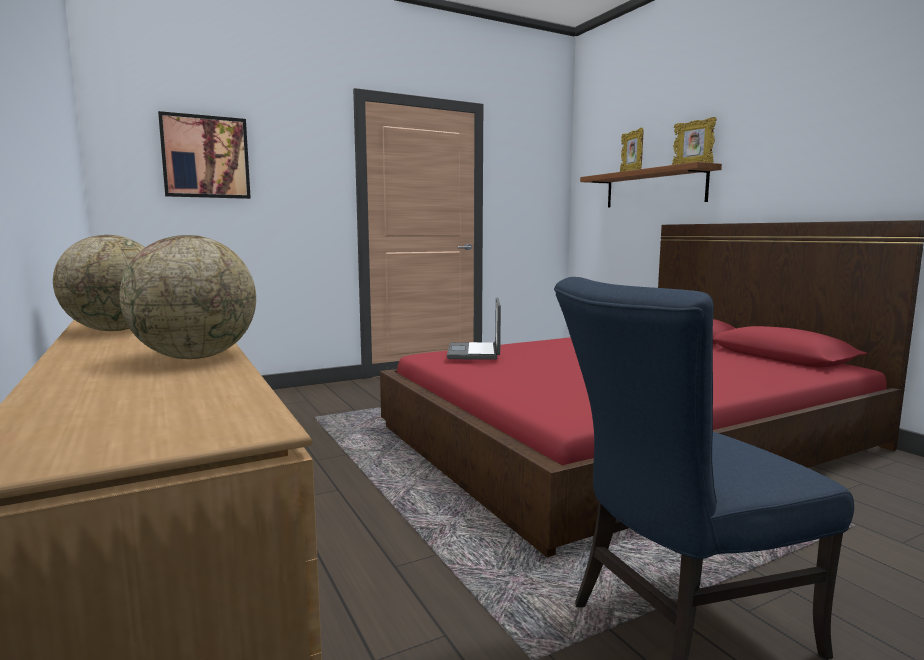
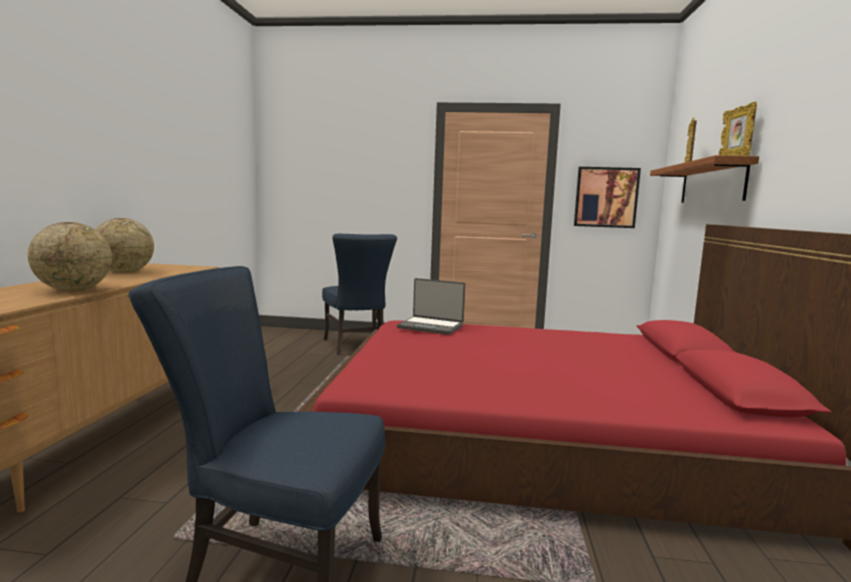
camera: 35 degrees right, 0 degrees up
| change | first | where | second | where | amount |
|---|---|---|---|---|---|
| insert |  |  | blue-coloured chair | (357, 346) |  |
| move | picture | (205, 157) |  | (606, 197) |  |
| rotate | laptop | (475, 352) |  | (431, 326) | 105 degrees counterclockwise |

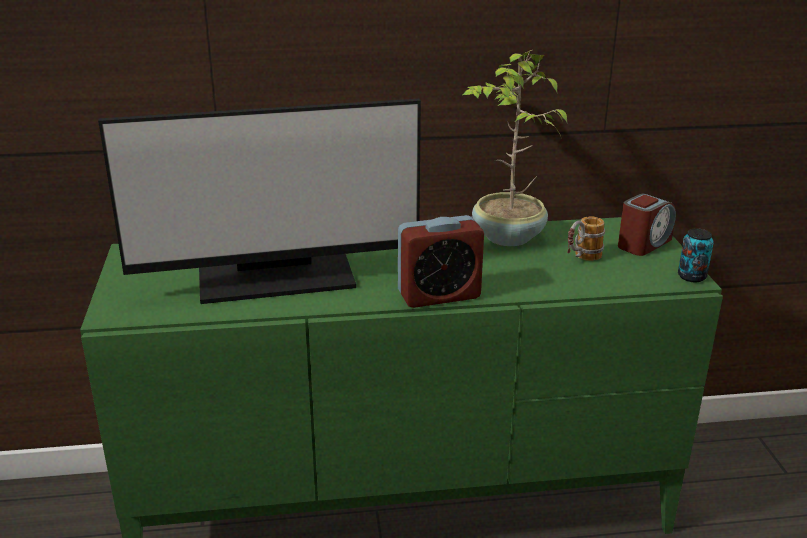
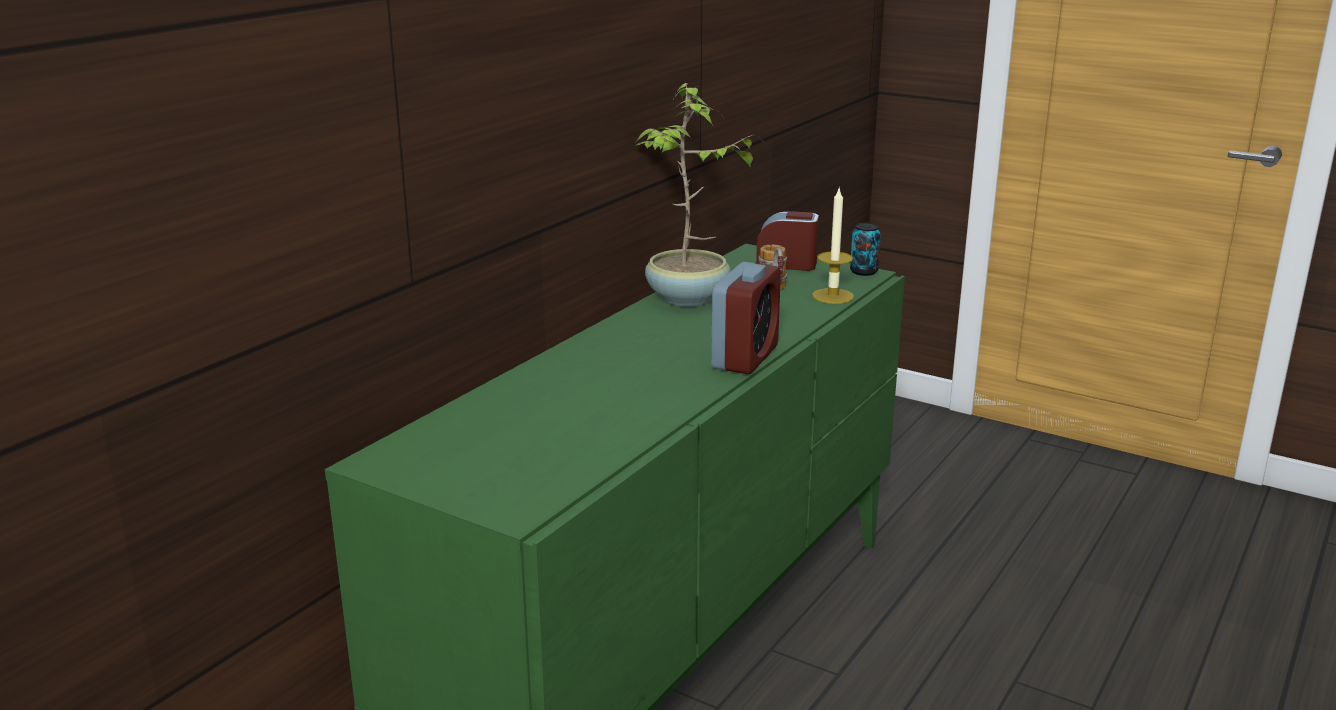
camera: 50 degrees left, 5 degrees down
| change | first | where | second | where | amount |
|---|---|---|---|---|---|
| delete | monitor | (276, 276) |  |  |  |
| insert |  |  | wax candle | (833, 296) |  |
| rotate | alarm clock | (644, 243) |  | (786, 264) | 75 degrees counterclockwise |

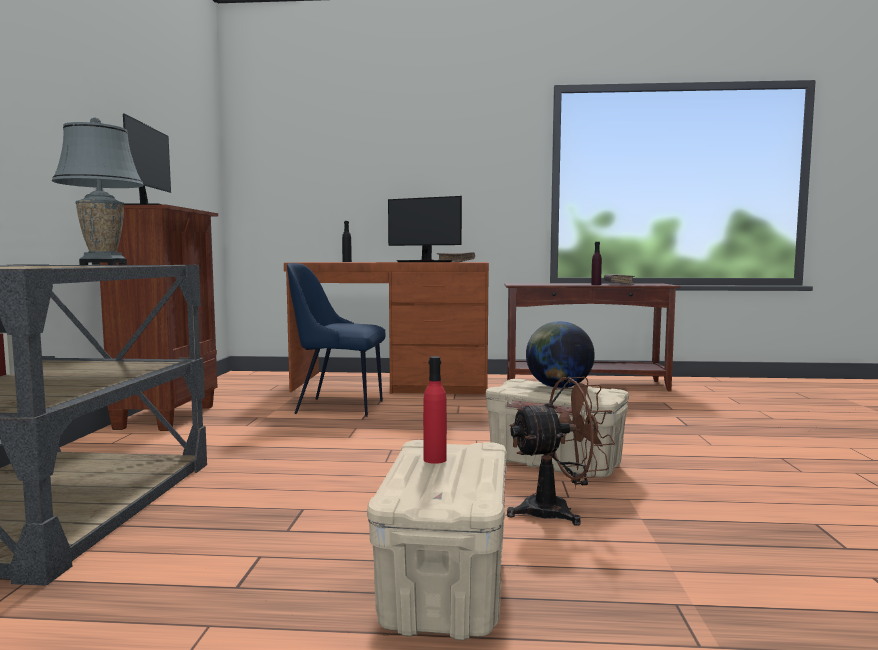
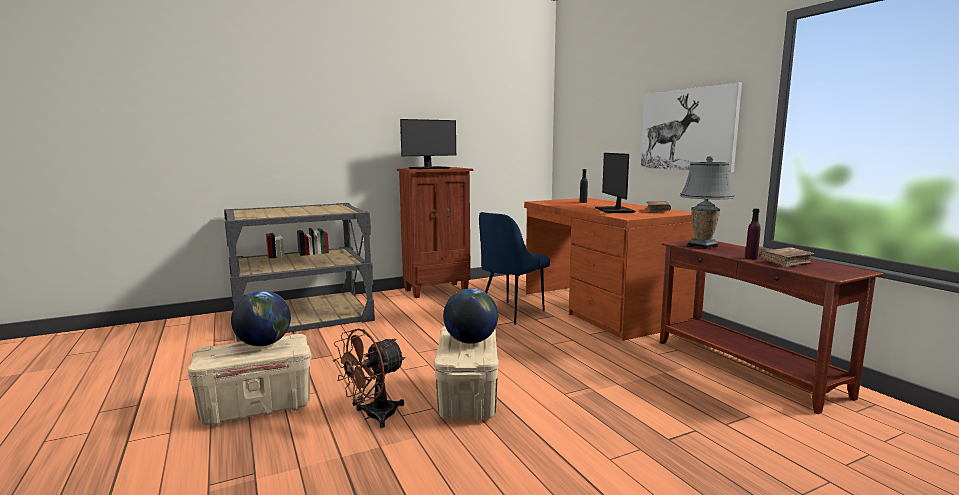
camera: 60 degrees right, 5 degrees up
| change | first | where | second | where | amount |
|---|---|---|---|---|---|
| insert |  |  | picture | (687, 130) |  |
| move | greyish tabletop lamp | (103, 264) |  | (702, 246) |  |
| replace | red drink bottle | (435, 459) | world globe | (264, 344) |  |
| rotate | blue-coloured chair | (339, 407) |  | (511, 313) | 120 degrees counterclockwise |
| rotate | brown-coloured electric fan | (558, 511) |  | (373, 416) | 90 degrees clockwise |

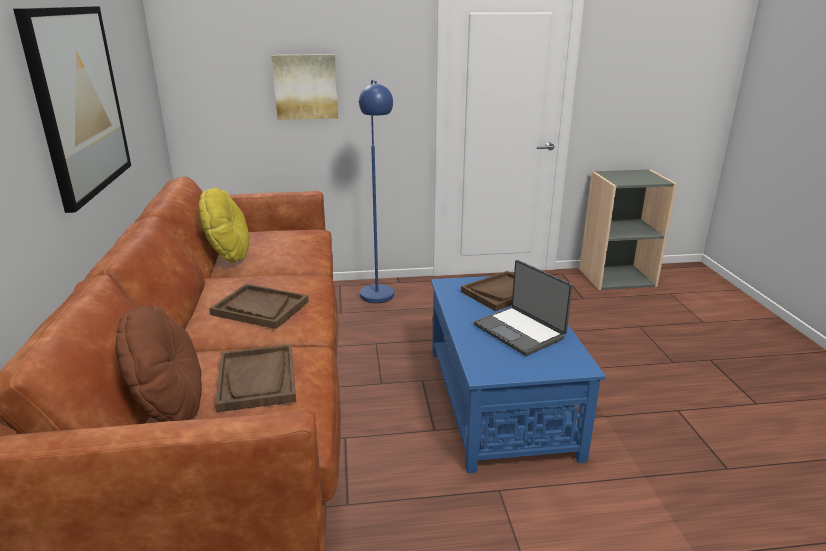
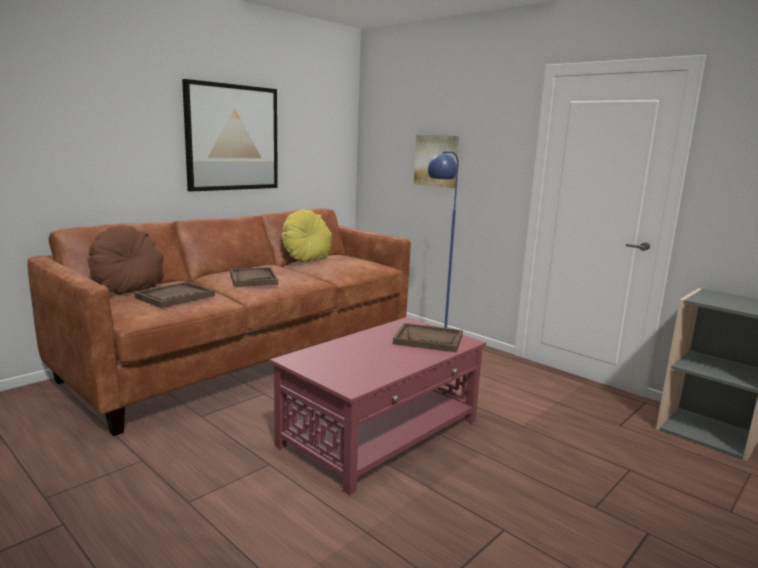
camera: 50 degrees right, 10 degrees down
| change | first | where | second | where | amount |
|---|---|---|---|---|---|
| delete | laptop | (520, 331) |  |  |  |
| recolor | blue-coloured coffee table | (499, 399) | red coffee table | (382, 432) |  |

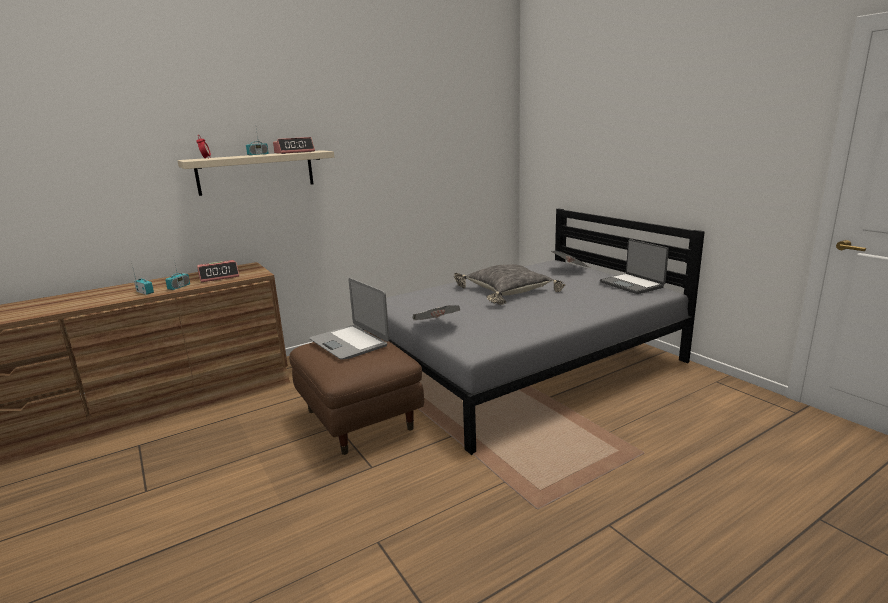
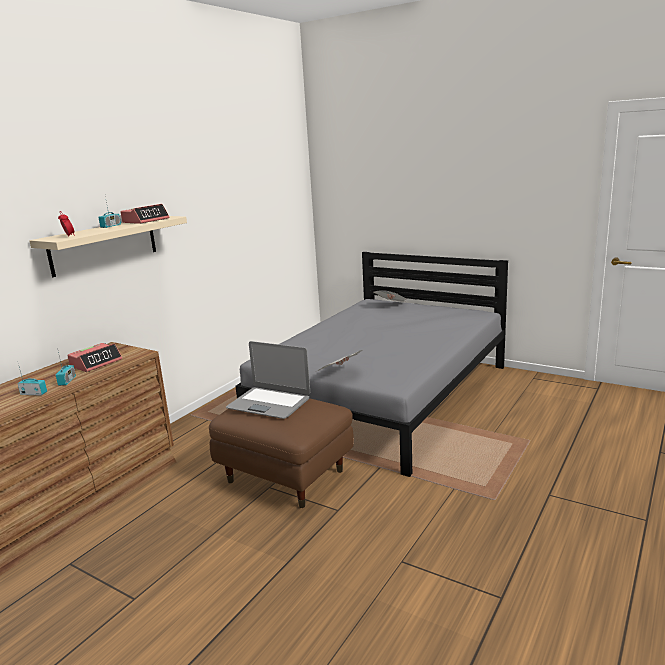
camera: 25 degrees left, 0 degrees up
| change | first | where | second | where | amount |
|---|---|---|---|---|---|
| delete | pillow | (508, 289) |  |  |  |
| delete | laptop | (632, 284) |  |  |  |

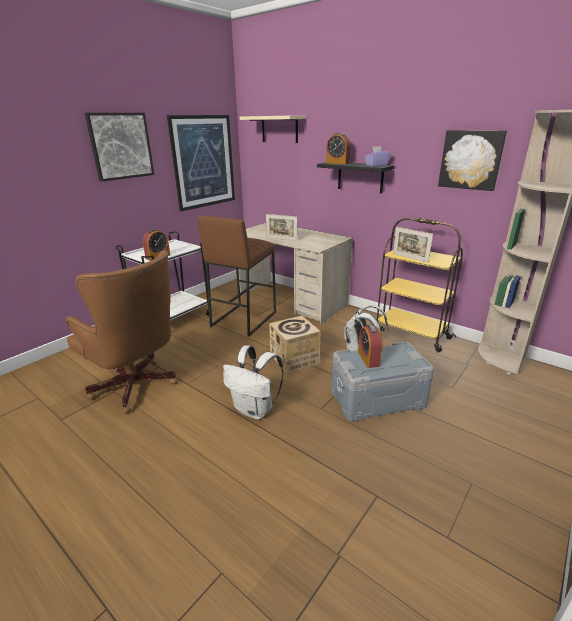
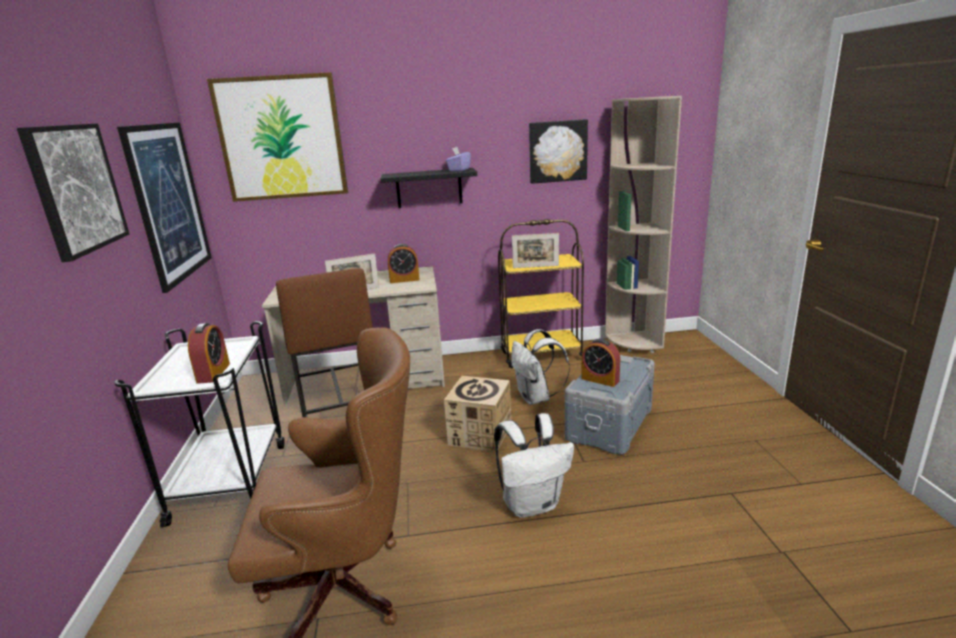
camera: 45 degrees left, 5 degrees down
| change | first | where | second | where | amount |
|---|---|---|---|---|---|
| move | alarm clock | (337, 163) |  | (404, 280) |  |
| replace | sand-coloured bracket shelf | (279, 129) | picture | (281, 138) |  |

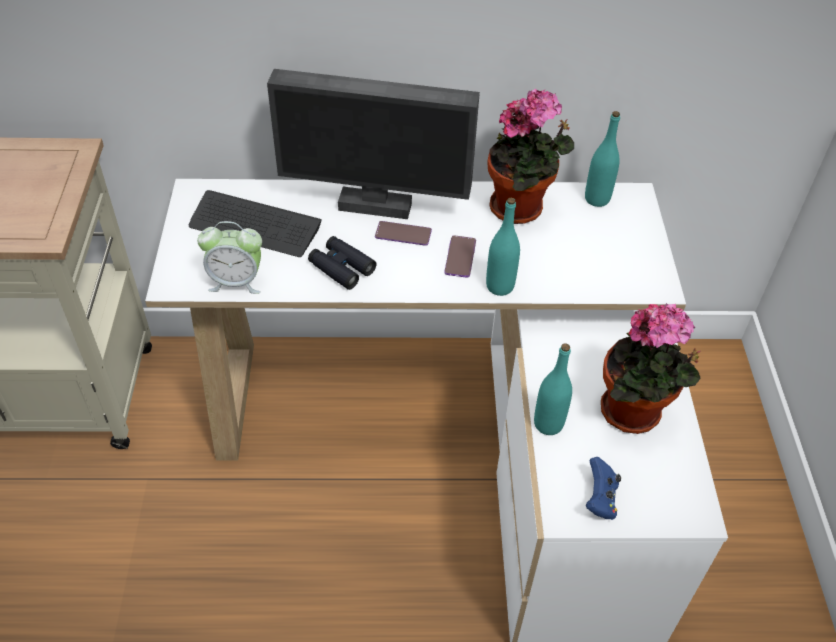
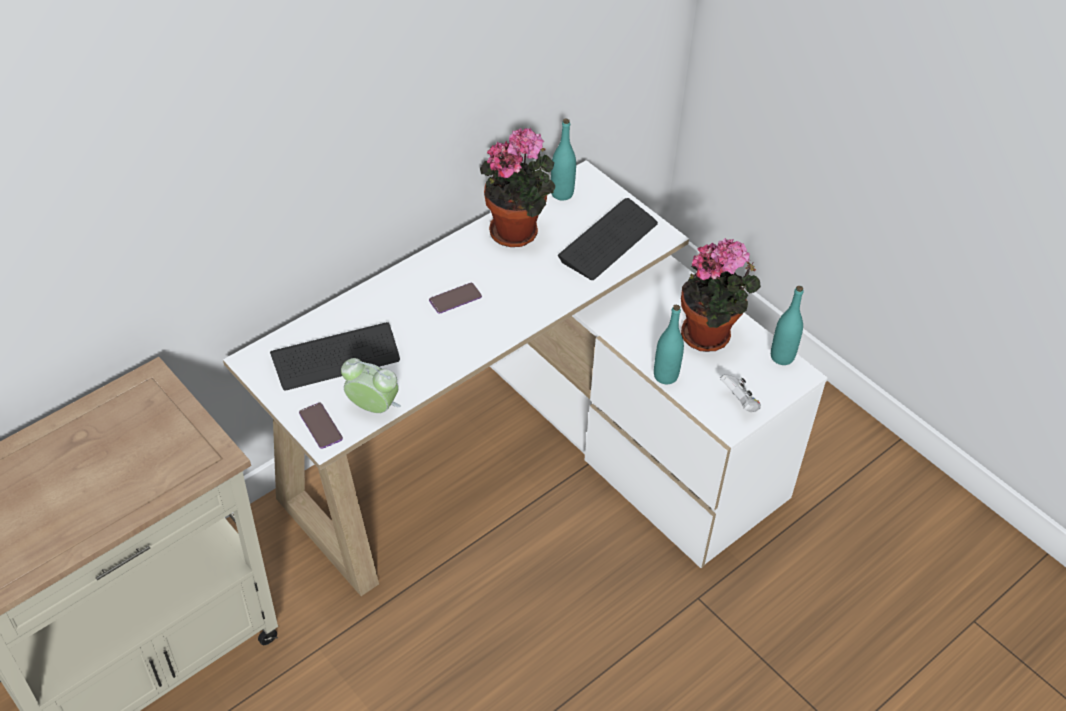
camera: 40 degrees left, 0 degrees up
| change | first | where | second | where | amount |
|---|---|---|---|---|---|
| delete | monitor | (375, 205) |  |  |  |
| delete | black-coloured pair of binoculars | (341, 267) |  |  |  |
| insert |  |  | PC keyboard | (608, 241) |  |
| move | handset | (460, 257) |  | (320, 426) |  |
| move | turquoise drink bottle | (500, 286) |  | (782, 357) |  |
| recolor | blue-coloured joypad | (600, 499) | white joypad | (740, 402) |  |
| rotate | alarm clock | (236, 281) |  | (373, 407) | 120 degrees counterclockwise |

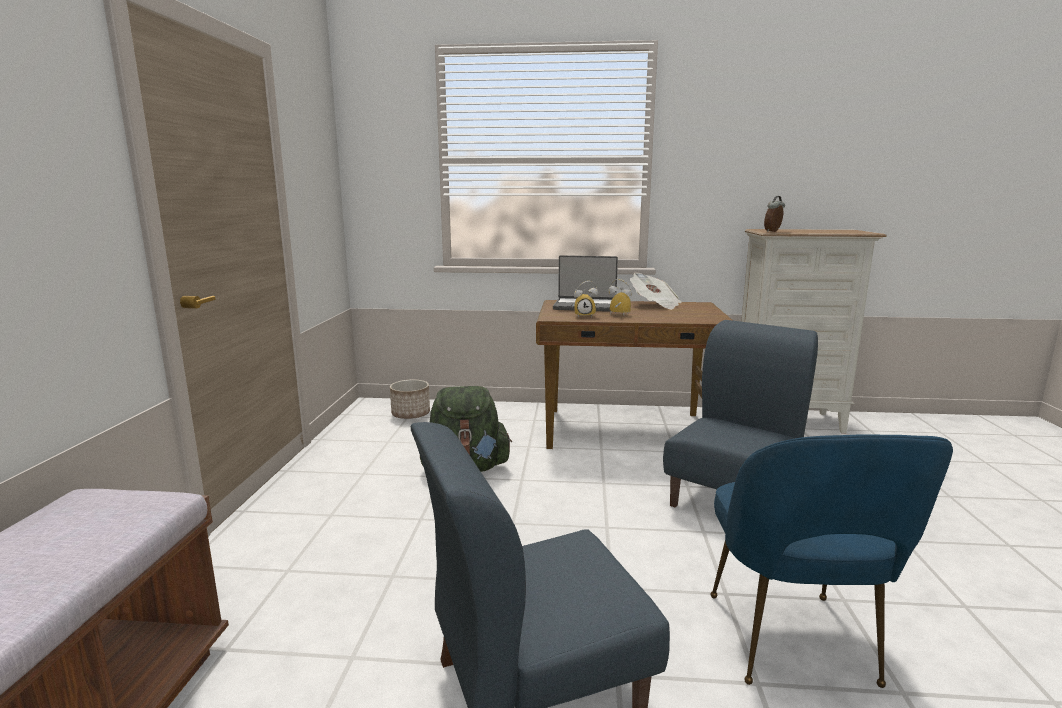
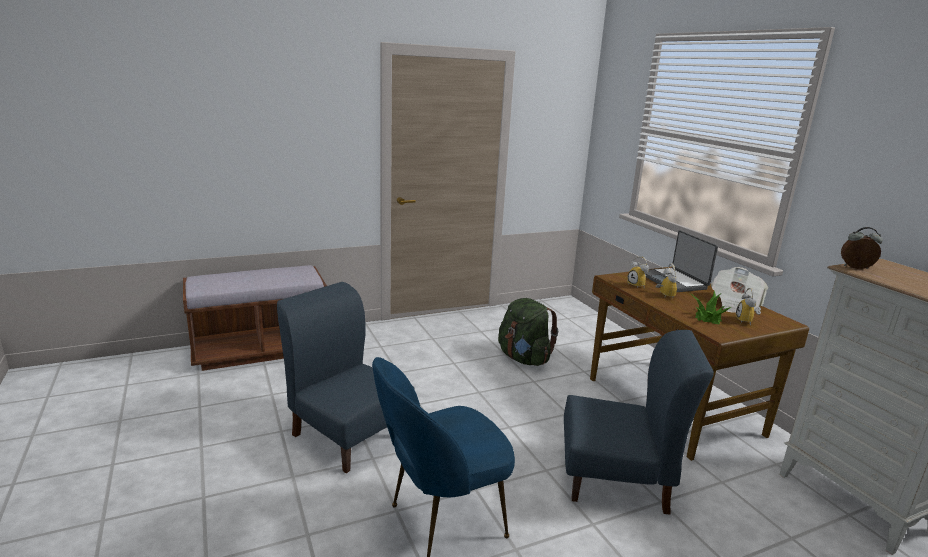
camera: 60 degrees right, 5 degrees up
| change | first | where | second | where | amount |
|---|---|---|---|---|---|
| delete | plant pot | (410, 414) |  |  |  |
| insert |  |  | plant in a pot | (708, 317) |  |
| insert |  |  | alarm clock | (747, 322) |  |

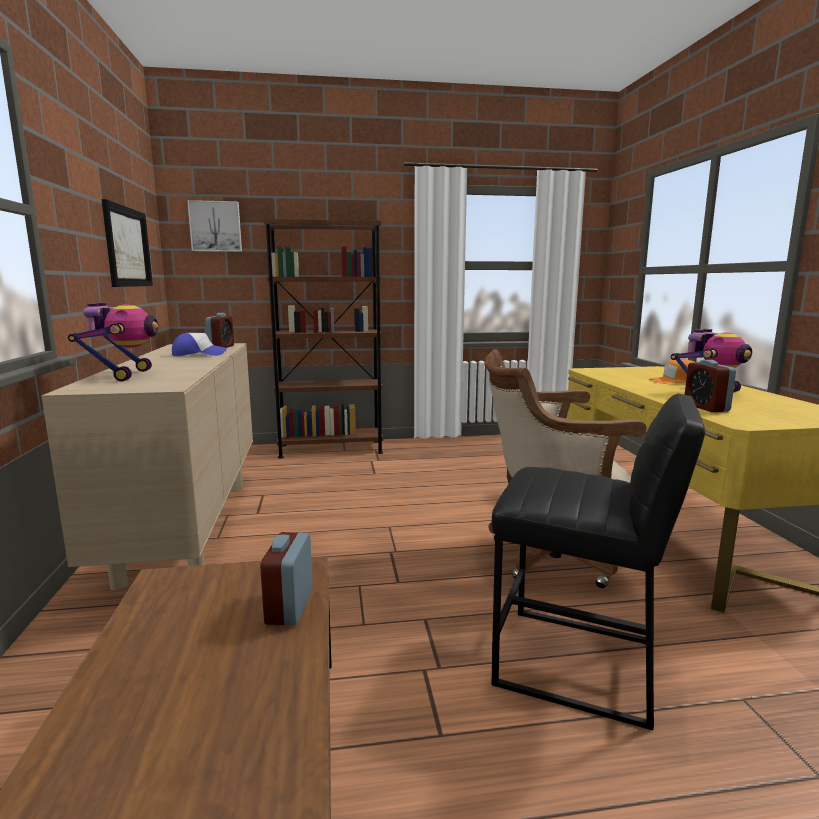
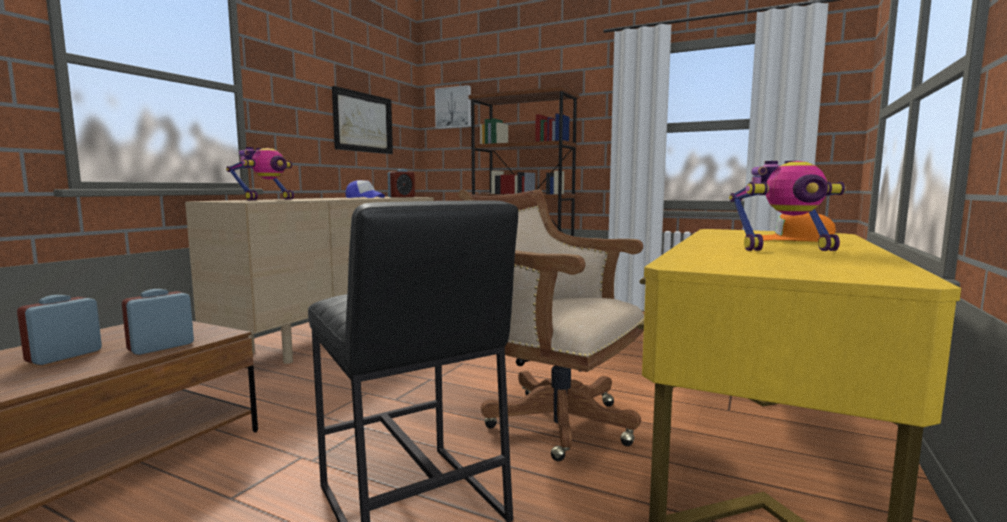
camera: 35 degrees right, 5 degrees down
| change | first | where | second | where | amount |
|---|---|---|---|---|---|
| move | alarm clock | (706, 407) |  | (64, 356) |  |

